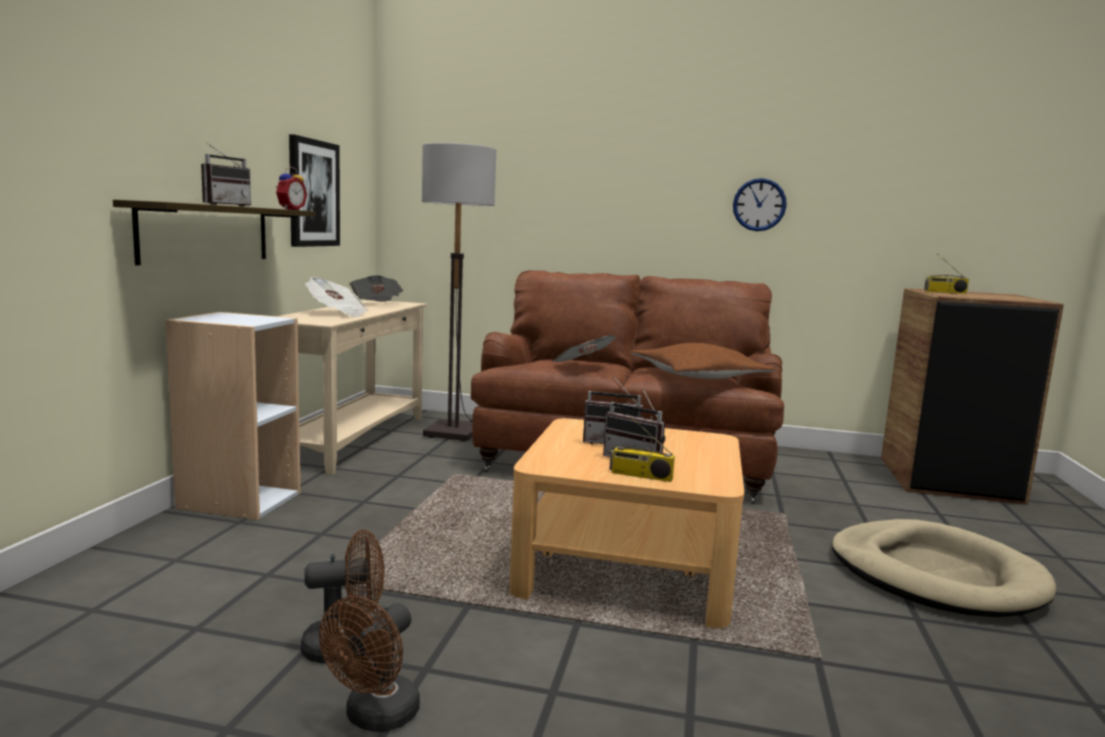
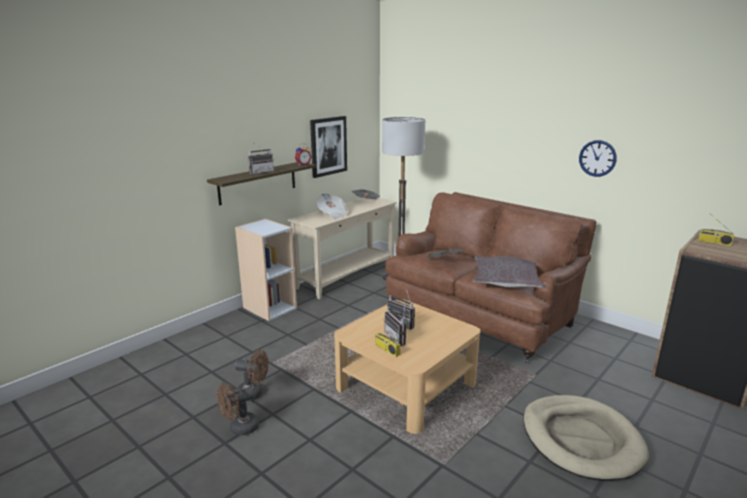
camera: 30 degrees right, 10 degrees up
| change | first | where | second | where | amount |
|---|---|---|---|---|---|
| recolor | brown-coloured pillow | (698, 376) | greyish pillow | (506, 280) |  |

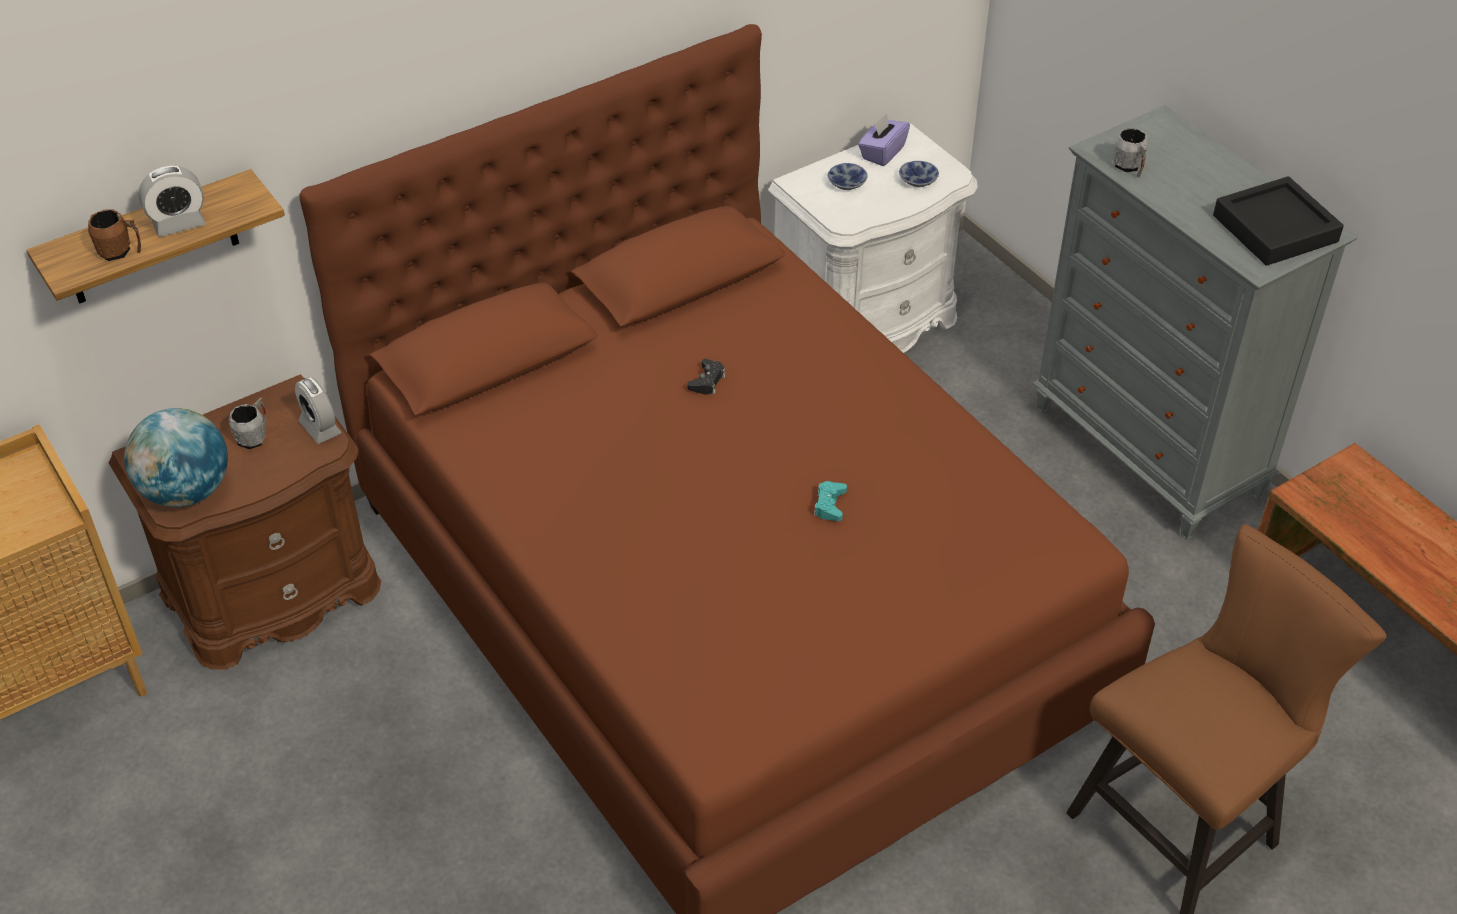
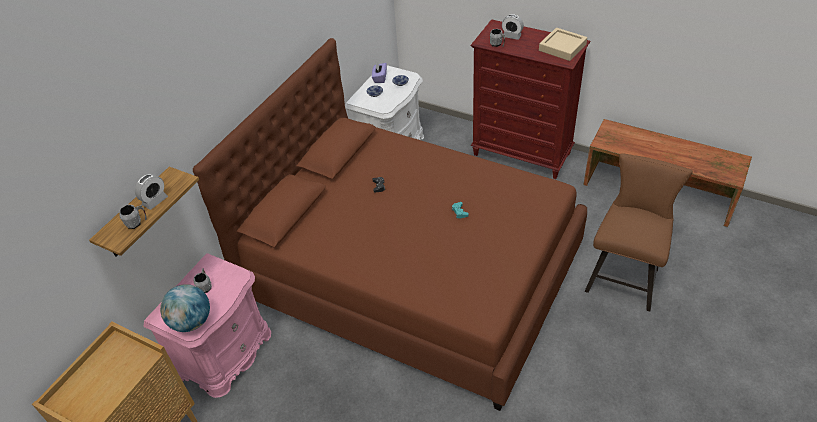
camera: 25 degrees left, 0 degrees up
| change | first | where | second | where | amount |
|---|---|---|---|---|---|
| move | alarm clock | (320, 428) |  | (512, 36) |  |
| recolor | brown-coloured mug | (120, 251) | greyish mug | (136, 223) |  |
| recolor | brown-coloured nightstand | (277, 596) | pink-coloured nightstand | (228, 354) |  |
| recolor | greyish dresser | (1149, 452) | red dresser | (522, 154) |  |
| recolor | black-coloured carrying tray | (1275, 229) | sand-coloured carrying tray | (562, 47) |  |

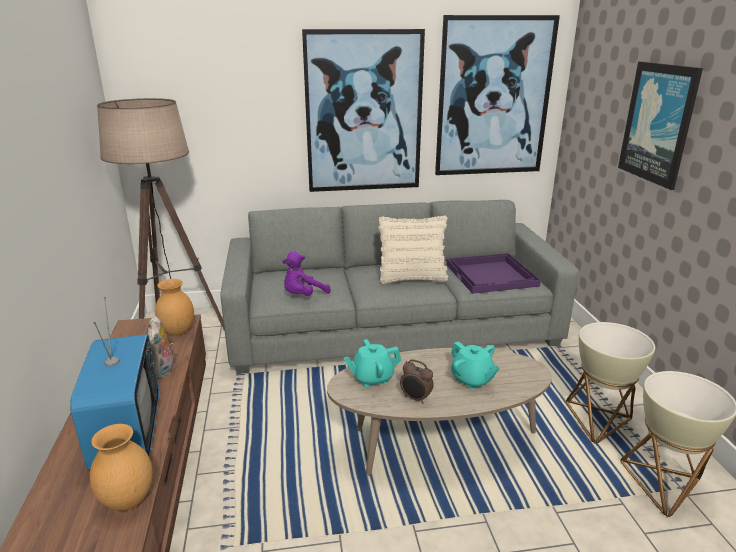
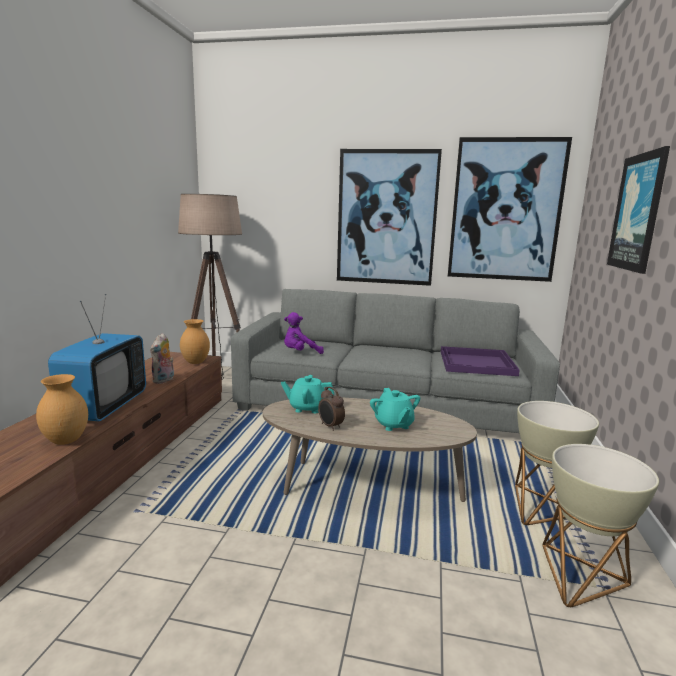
camera: 20 degrees right, 10 degrees down
| change | first | where | second | where | amount |
|---|---|---|---|---|---|
| delete | sand-coloured pillow | (412, 279) |  |  |  |

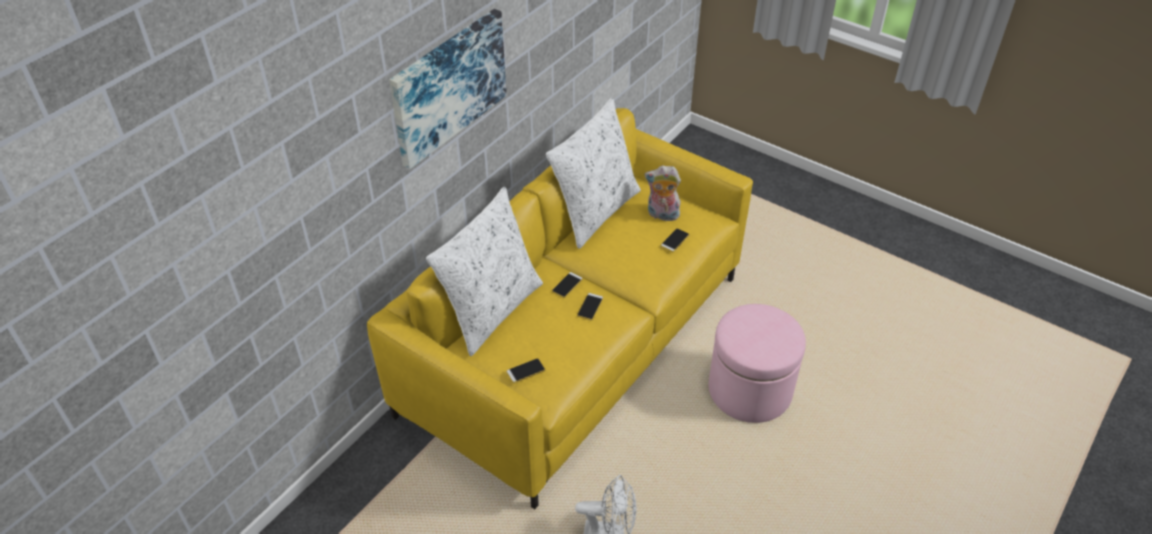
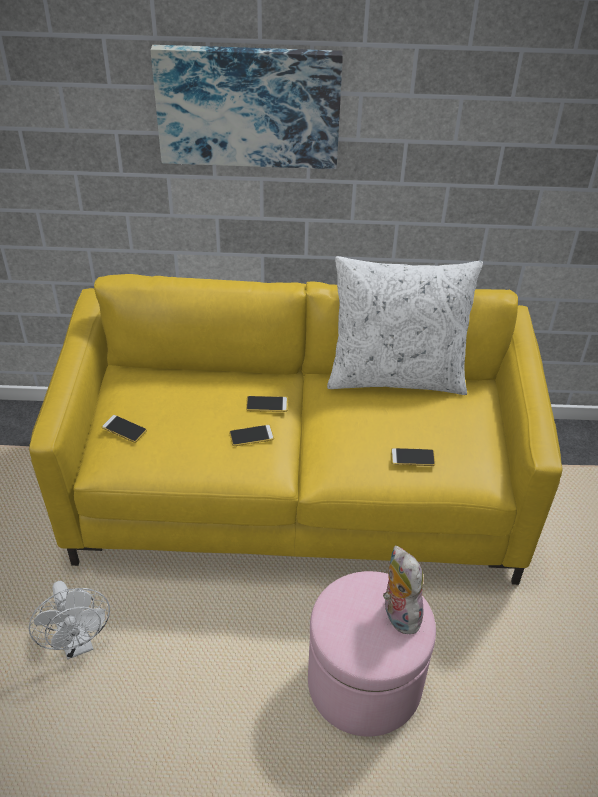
camera: 55 degrees right, 0 degrees up
| change | first | where | second | where | amount |
|---|---|---|---|---|---|
| delete | white pillow | (491, 310) |  |  |  |
| move | plush toy | (661, 215) |  | (398, 613) |  |

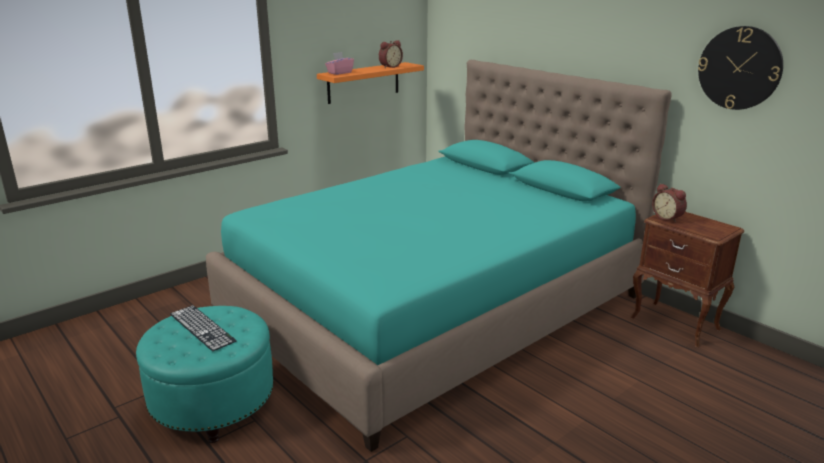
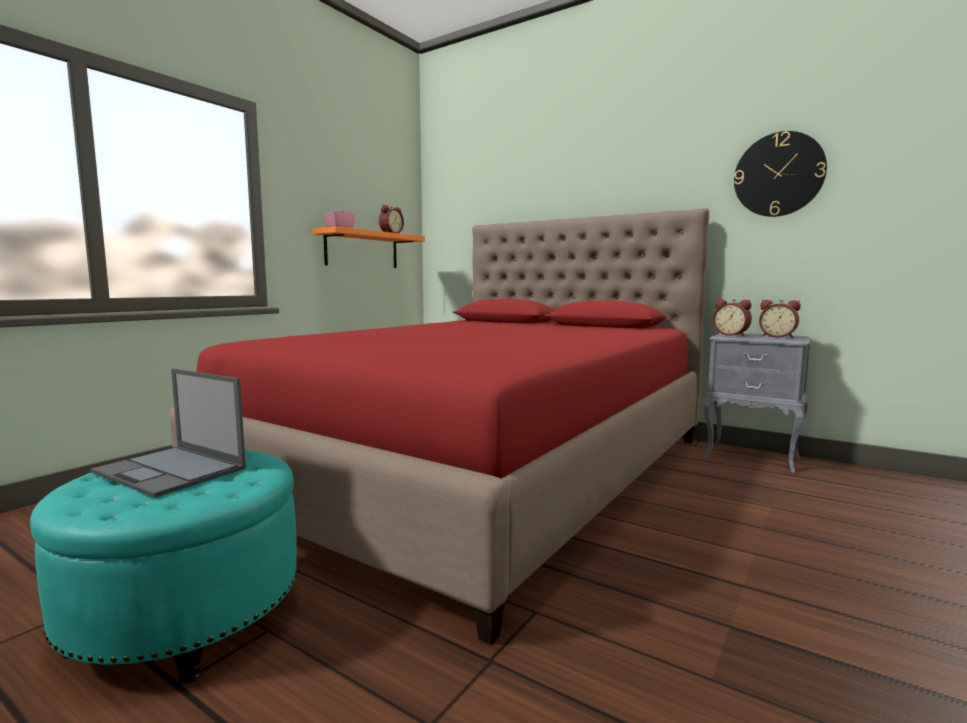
camera: 15 degrees left, 15 degrees down
| change | first | where | second | where | amount |
|---|---|---|---|---|---|
| insert |  |  | alarm clock | (778, 336) |  |
| replace | PC keyboard | (202, 327) | laptop | (171, 470) |  |
| recolor | turquoise bedroom bed | (435, 306) | red bedroom bed | (484, 468) |  |
| recolor | brown-coloured nightstand | (675, 324) | greyish nightstand | (752, 457) |  |

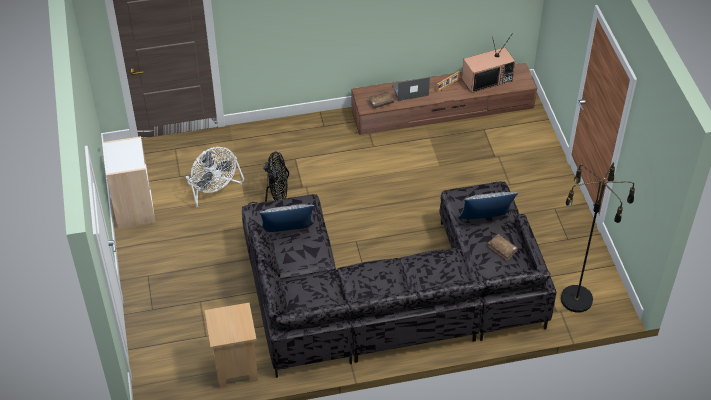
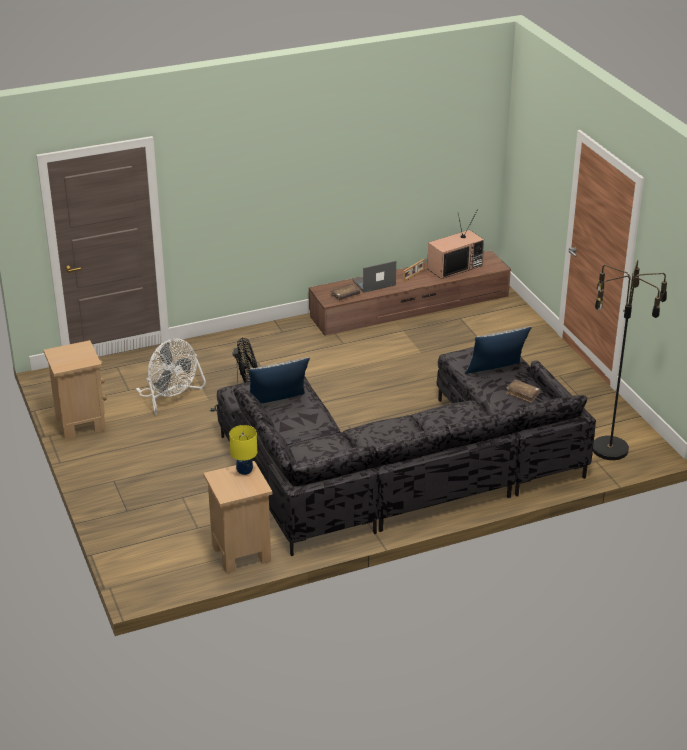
camera: 10 degrees left, 15 degrees down
| change | first | where | second | where | amount |
|---|---|---|---|---|---|
| insert |  |  | yellow-coloured tabletop lamp | (245, 471) |  |
| replace | white shelving unit | (133, 208) | sand-coloured nightstand | (81, 423) |  |

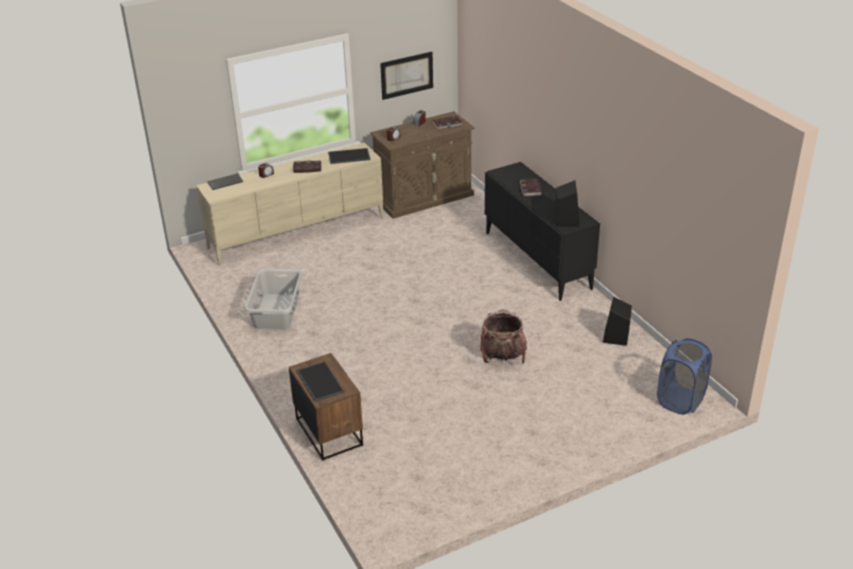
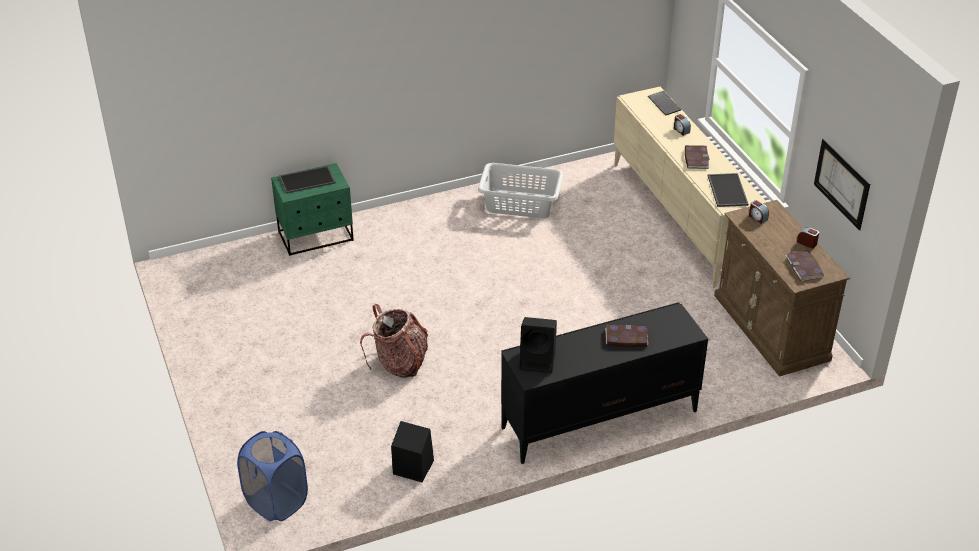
camera: 95 degrees right, 5 degrees up
| change | first | where | second | where | amount |
|---|---|---|---|---|---|
| recolor | brown-coloured nightstand | (329, 431) | green nightstand | (316, 236) |  |

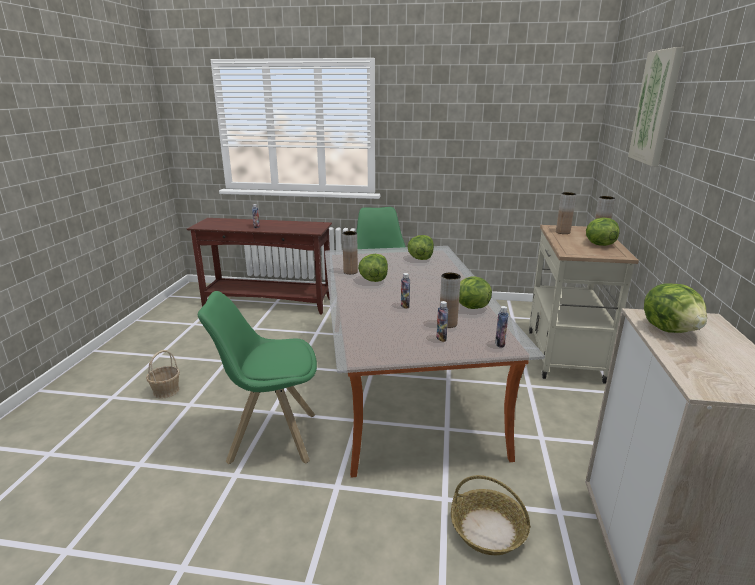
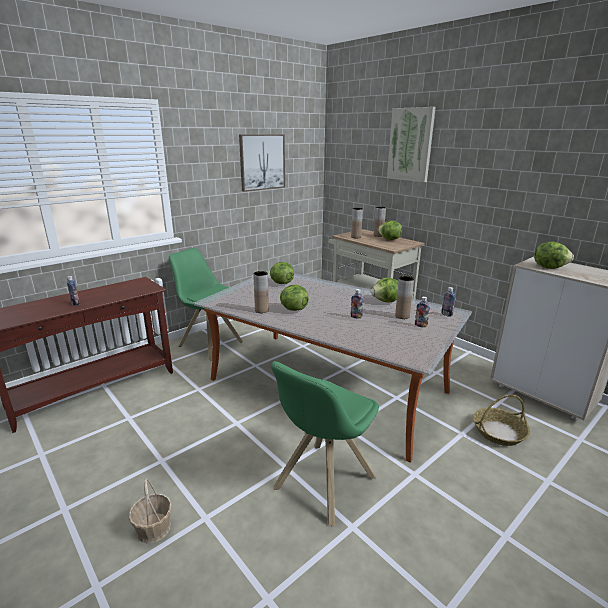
camera: 50 degrees left, 0 degrees up
| change | first | where | second | where | amount |
|---|---|---|---|---|---|
| insert |  |  | picture | (262, 162) |  |

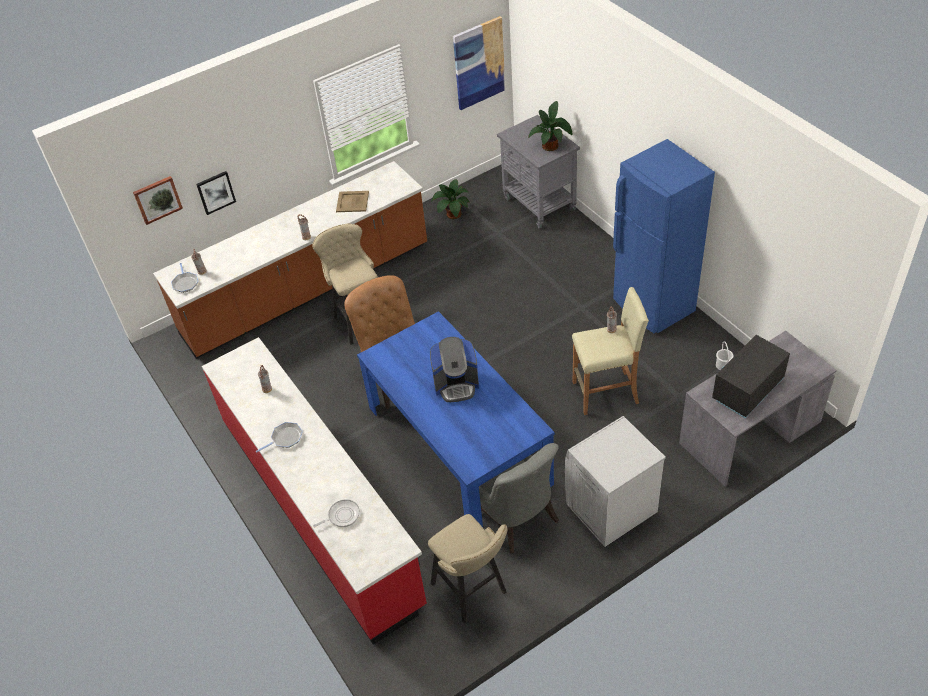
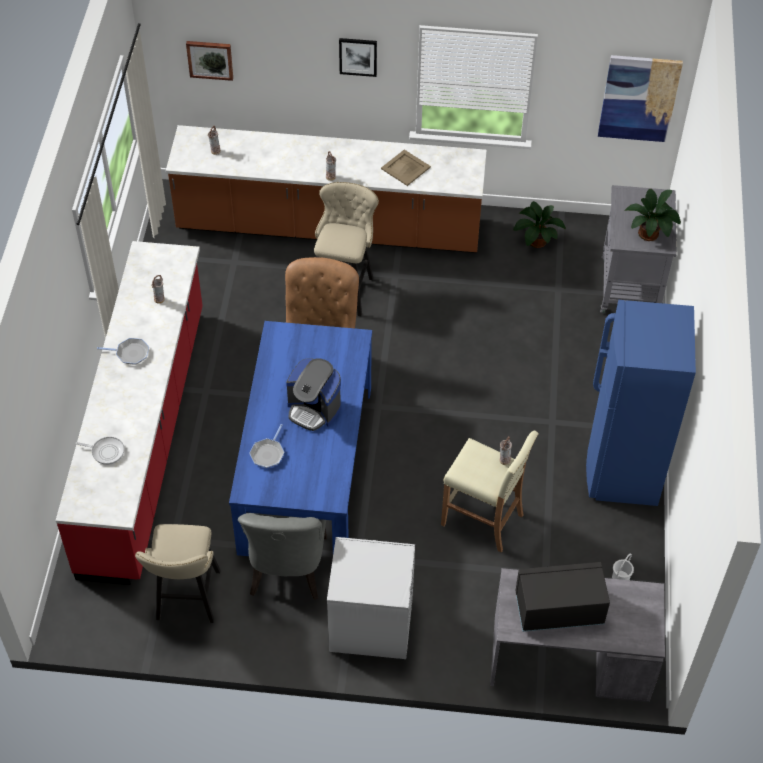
camera: 35 degrees right, 5 degrees up
| change | first | where | second | where | amount |
|---|---|---|---|---|---|
| move | frying pan | (185, 283) |  | (268, 453) |  |
| move | picture | (215, 192) |  | (358, 56) |  |

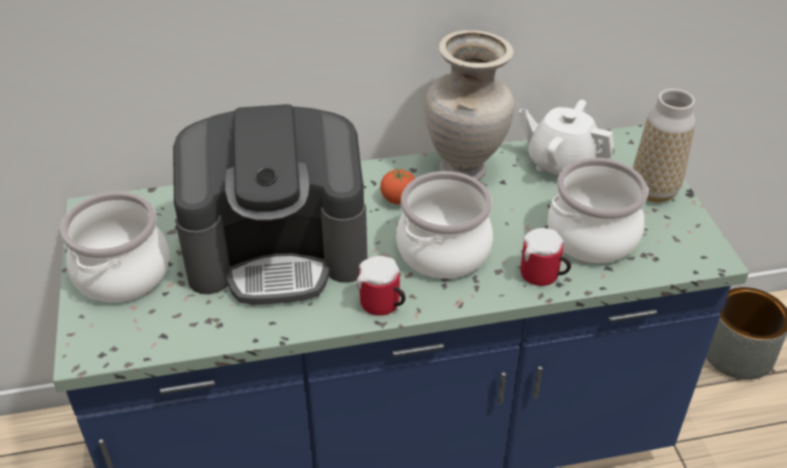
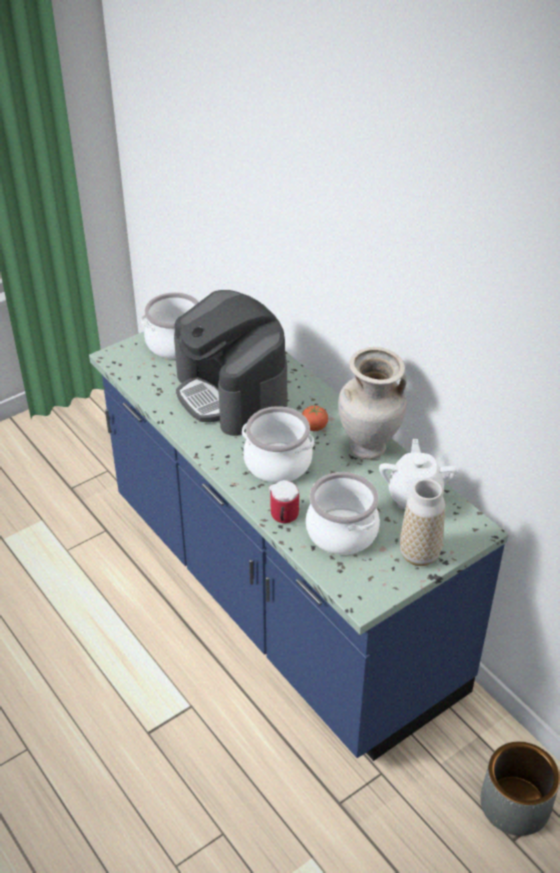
camera: 65 degrees right, 0 degrees up
| change | first | where | second | where | amount |
|---|---|---|---|---|---|
| delete | mug | (383, 306) |  |  |  |

